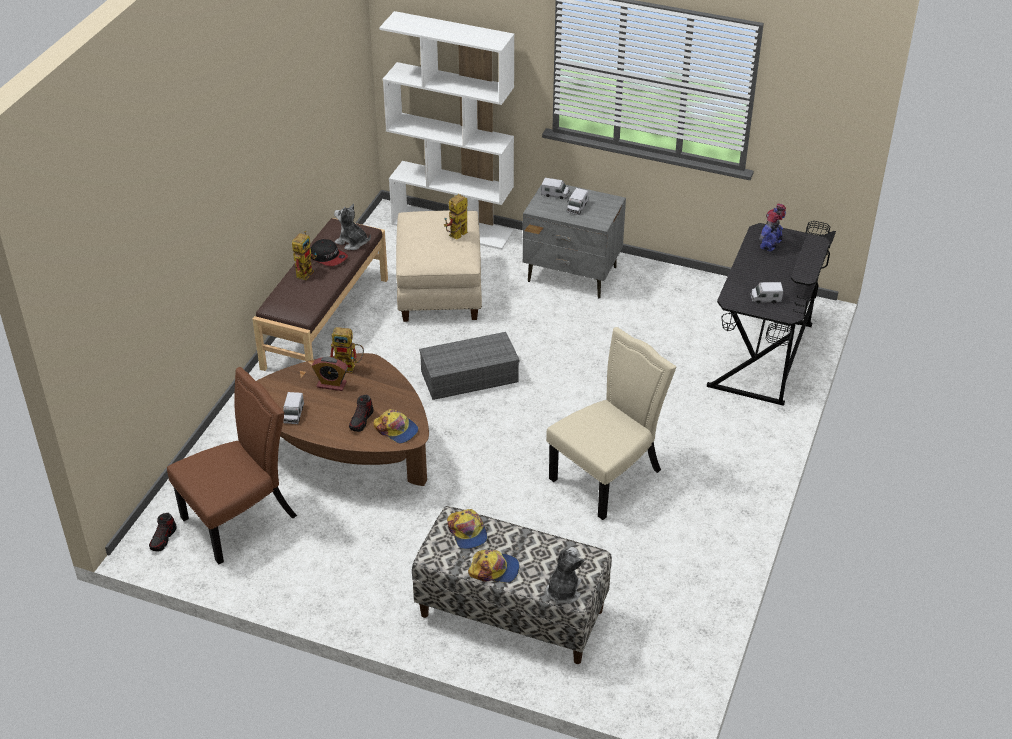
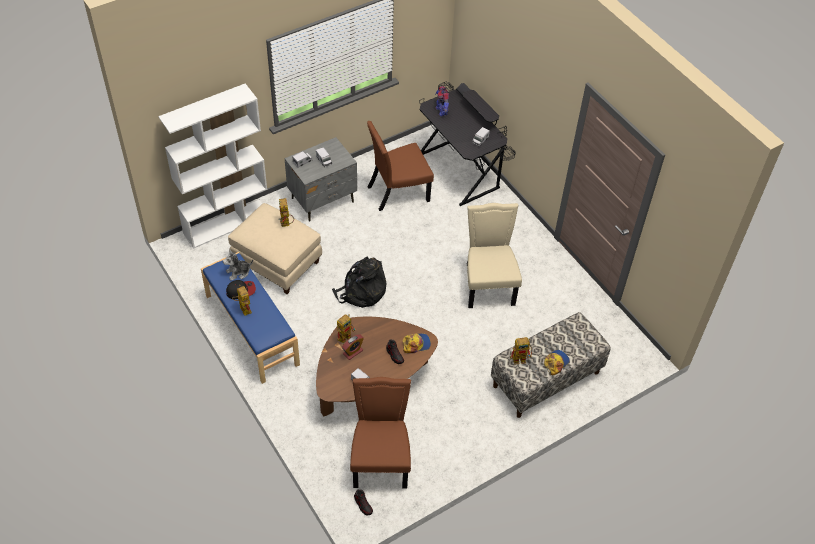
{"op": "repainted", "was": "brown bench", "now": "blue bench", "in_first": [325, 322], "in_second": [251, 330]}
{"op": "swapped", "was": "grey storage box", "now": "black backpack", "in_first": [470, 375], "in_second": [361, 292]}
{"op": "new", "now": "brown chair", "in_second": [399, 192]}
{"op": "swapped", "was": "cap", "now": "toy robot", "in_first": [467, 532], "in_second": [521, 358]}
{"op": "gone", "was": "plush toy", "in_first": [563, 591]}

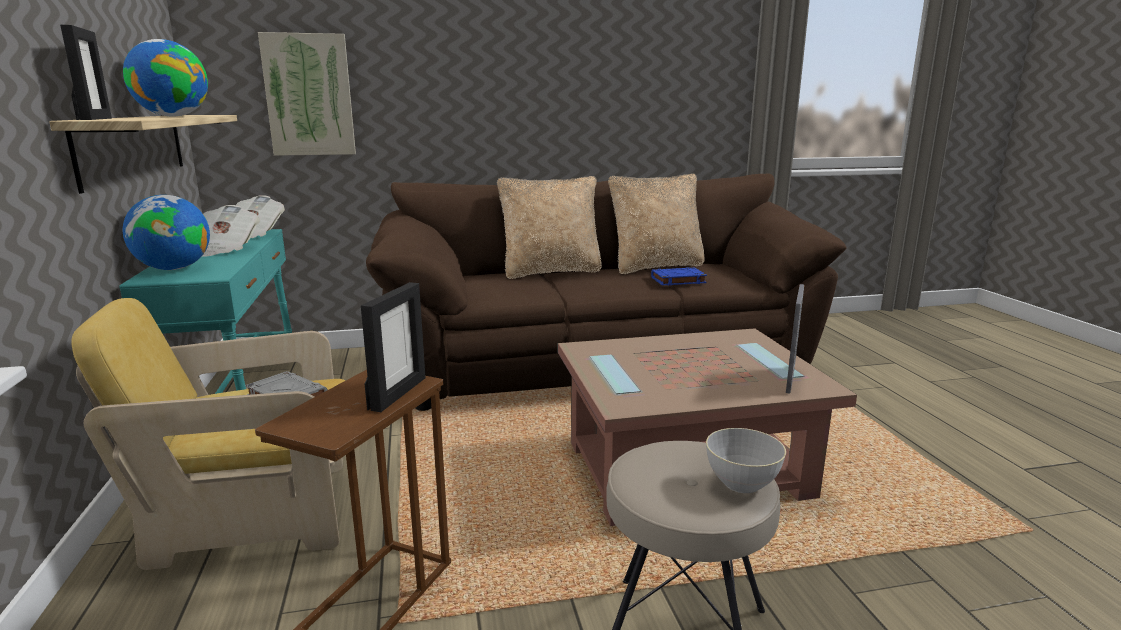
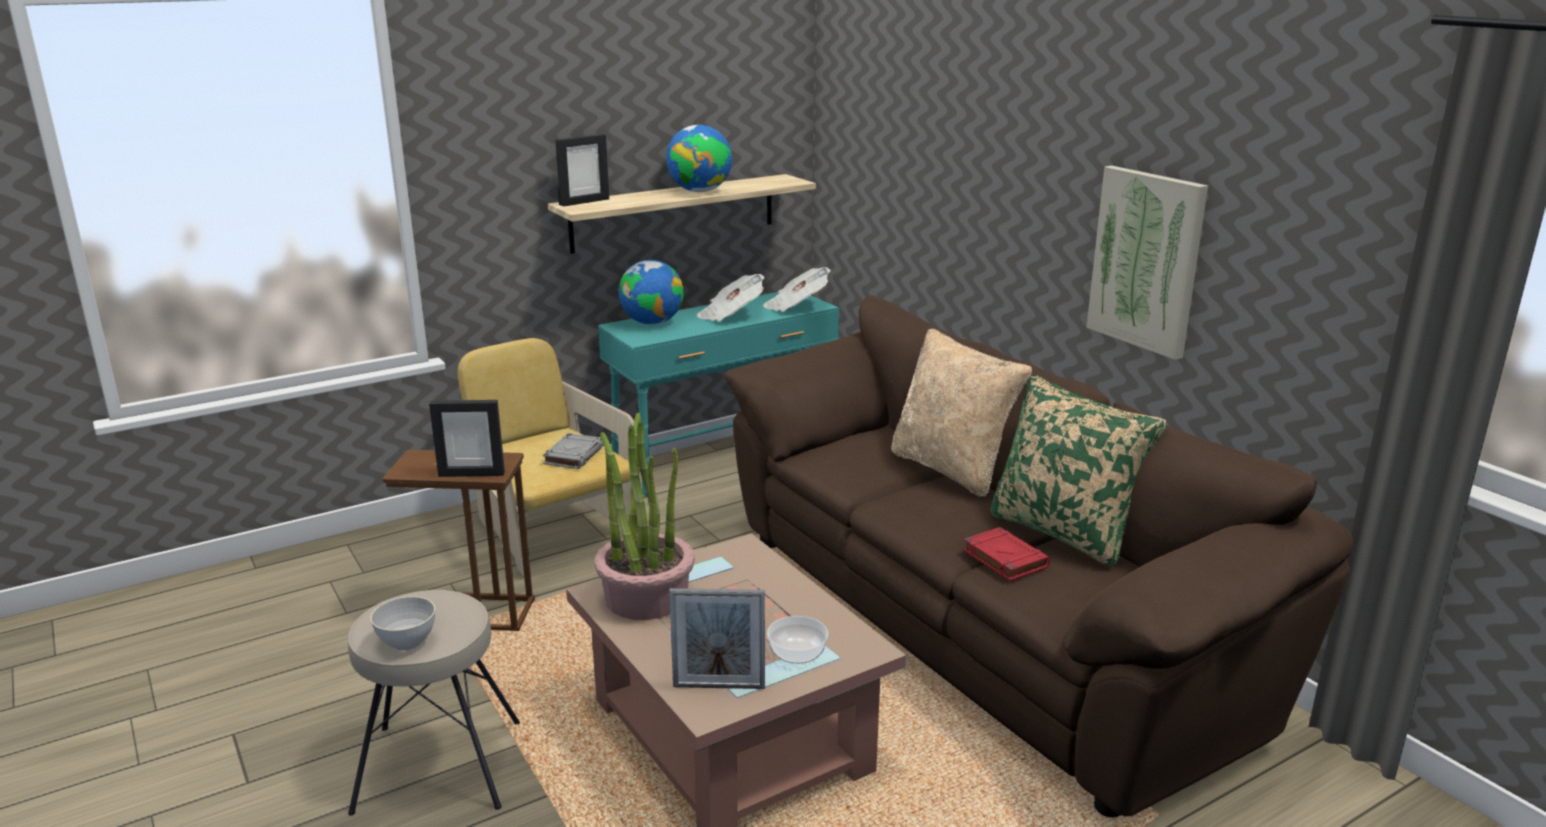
{"op": "new", "now": "potted plant", "in_second": [646, 596]}
{"op": "new", "now": "bowl", "in_second": [796, 653]}
{"op": "repainted", "was": "blue book", "now": "red book", "in_first": [677, 280], "in_second": [1004, 558]}
{"op": "repainted", "was": "beige pillow", "now": "green pillow", "in_first": [657, 268], "in_second": [1063, 536]}
{"op": "shifted", "was": "picture", "in_first": [309, 95], "in_second": [1146, 260]}

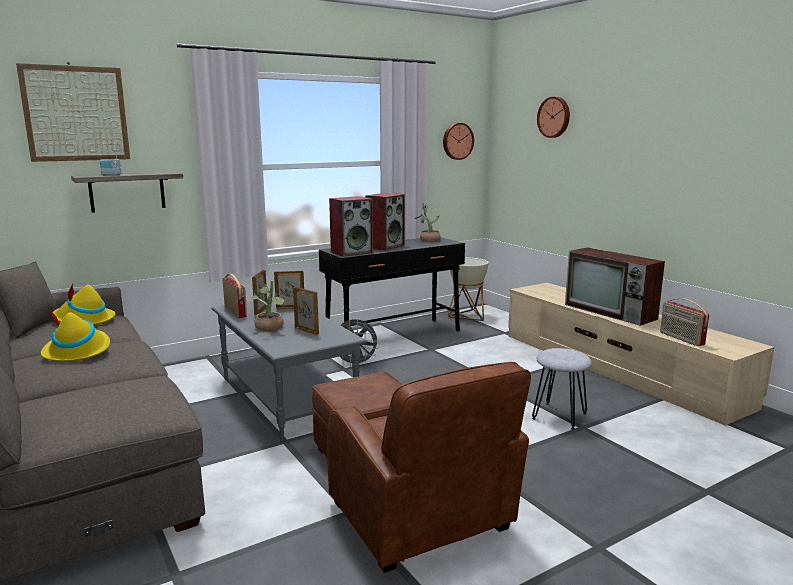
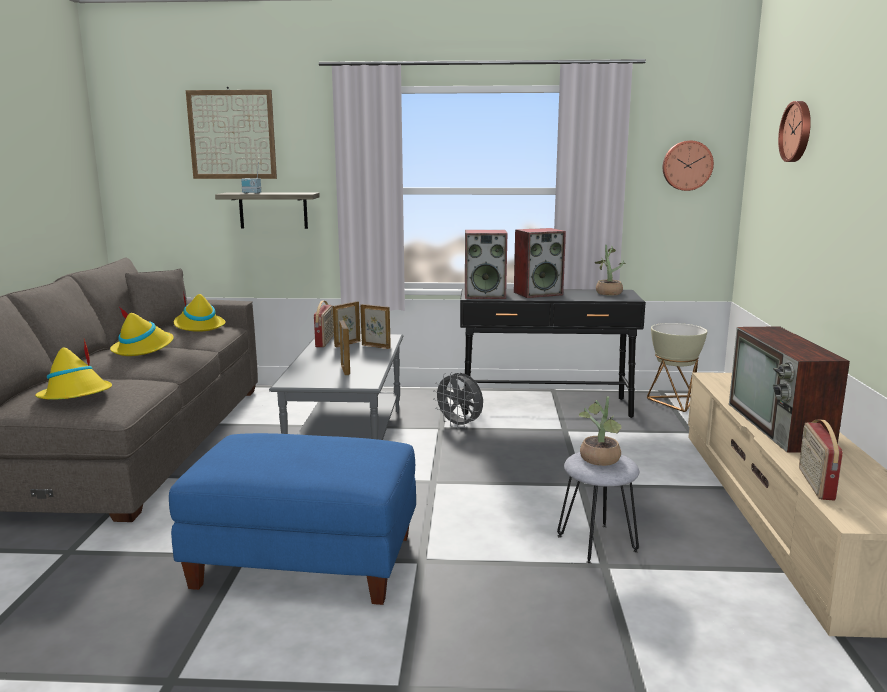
{"op": "new", "now": "yellow hat", "in_second": [77, 396]}
{"op": "swapped", "was": "brown armchair", "now": "blue ottoman", "in_first": [402, 497], "in_second": [303, 561]}
{"op": "shifted", "was": "potted plant", "in_first": [270, 328], "in_second": [600, 461]}

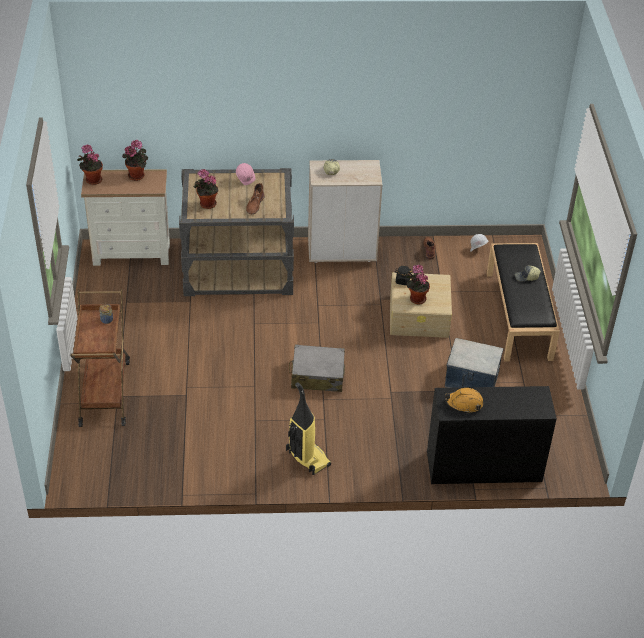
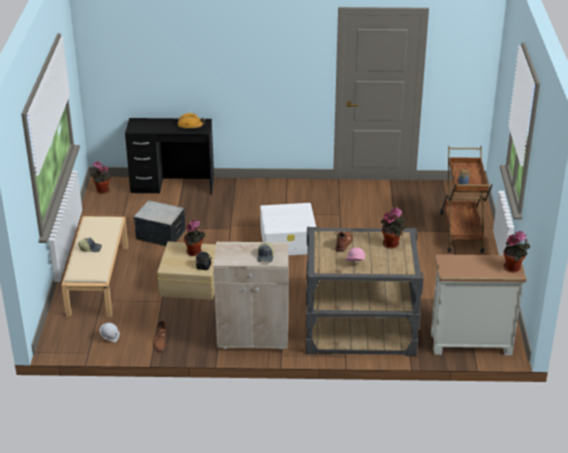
{"op": "repainted", "was": "black bench", "now": "beige bench", "in_first": [519, 316], "in_second": [97, 279]}
{"op": "shifted", "was": "potted plant", "in_first": [137, 175], "in_second": [101, 191]}
{"op": "swapped", "was": "grey suitcase", "now": "white storage box", "in_first": [317, 375], "in_second": [288, 240]}
{"op": "gone", "was": "vacuum cleaner", "in_first": [307, 458]}

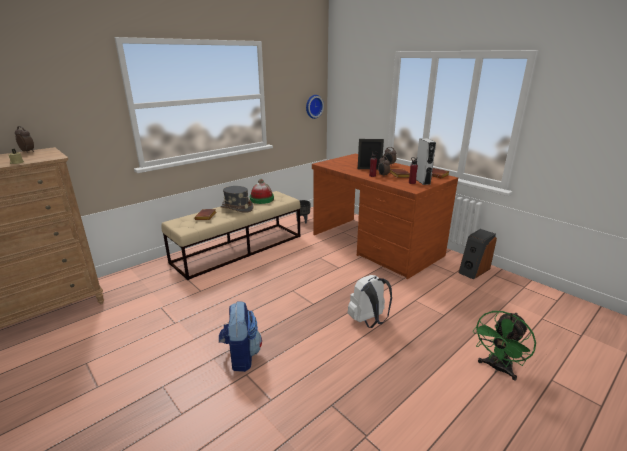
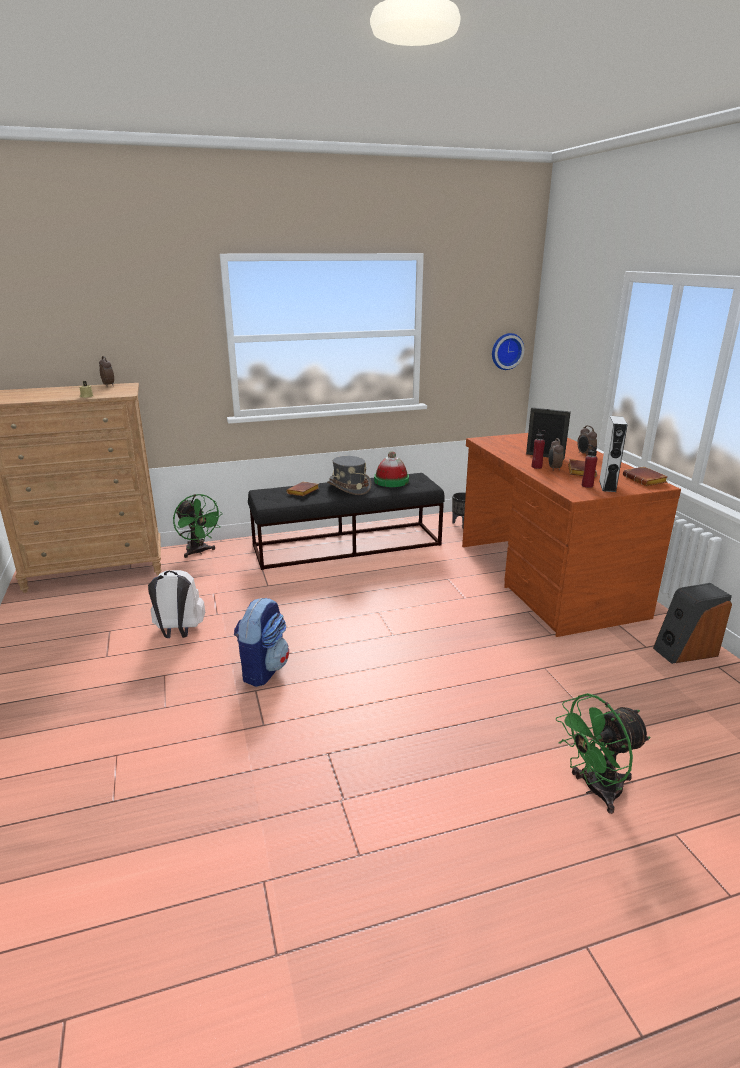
{"op": "shifted", "was": "white backpack", "in_first": [368, 321], "in_second": [179, 632]}
{"op": "new", "now": "green fan", "in_second": [199, 552]}
{"op": "repainted", "was": "beige bench", "now": "black bench", "in_first": [239, 249], "in_second": [347, 545]}

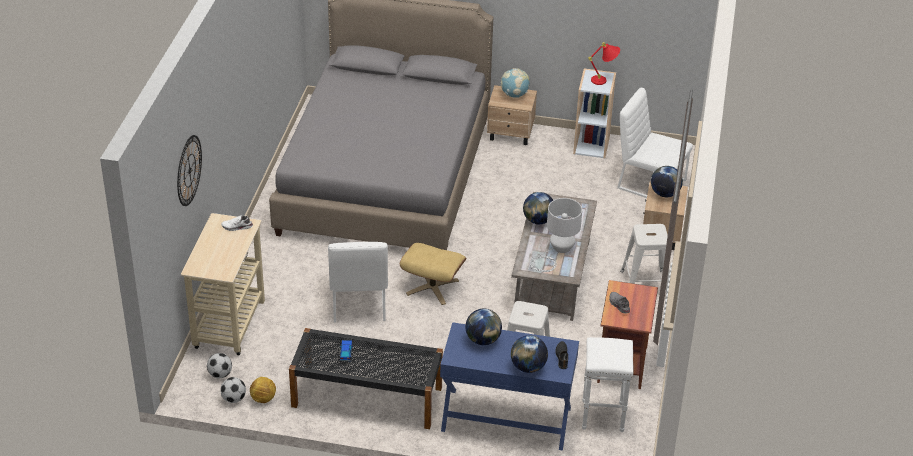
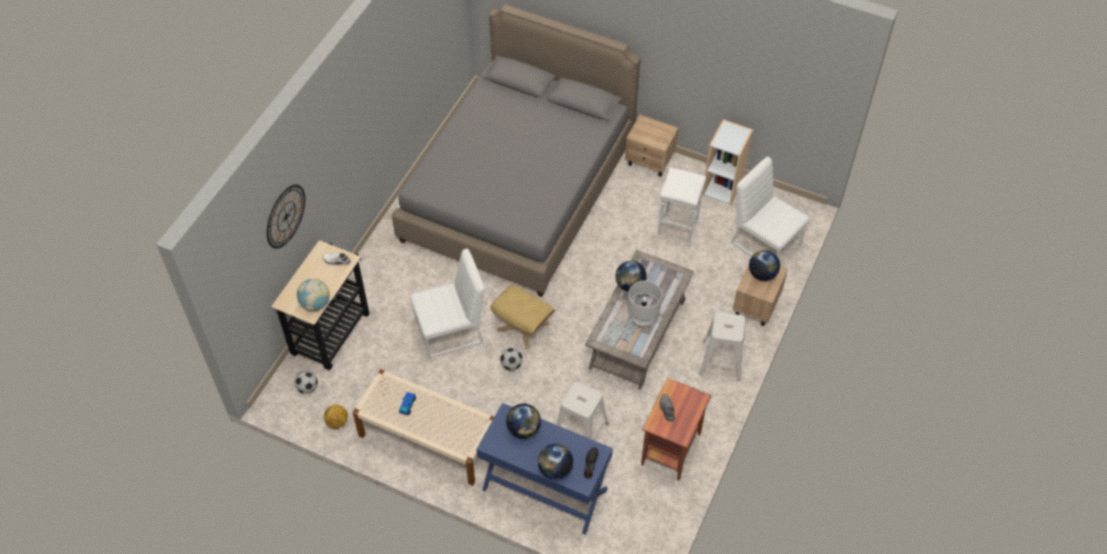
{"op": "repainted", "was": "beige cart", "now": "black cart", "in_first": [230, 324], "in_second": [331, 333]}
{"op": "shifted", "was": "globe", "in_first": [514, 95], "in_second": [315, 304]}
{"op": "repainted", "was": "black bench", "now": "beige bench", "in_first": [367, 397], "in_second": [427, 439]}
{"op": "rotated", "was": "white chair", "in_first": [358, 302], "in_second": [451, 331], "clockwise": -120}
{"op": "shifted", "was": "football", "in_first": [234, 399], "in_second": [511, 365]}
{"op": "shifted", "was": "white stool", "in_first": [603, 415], "in_second": [678, 229]}
{"op": "gone", "was": "red table lamp", "in_first": [604, 80]}

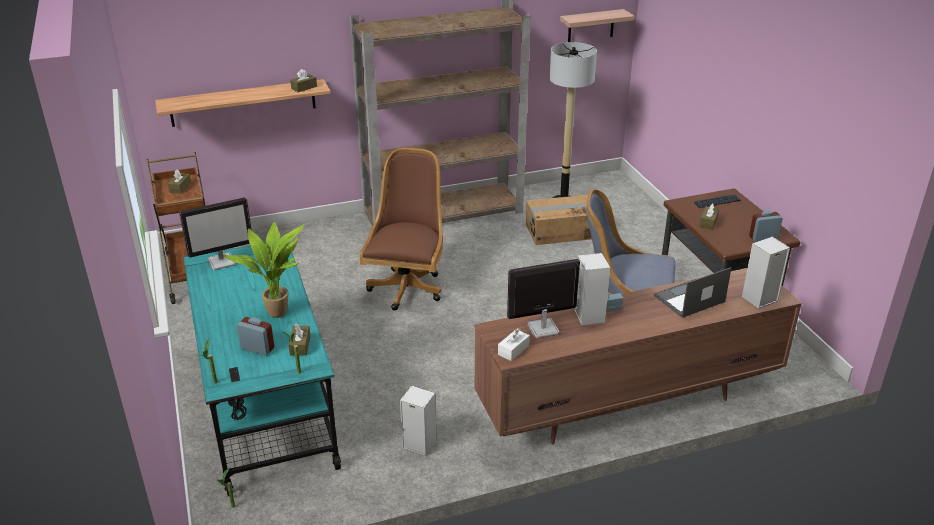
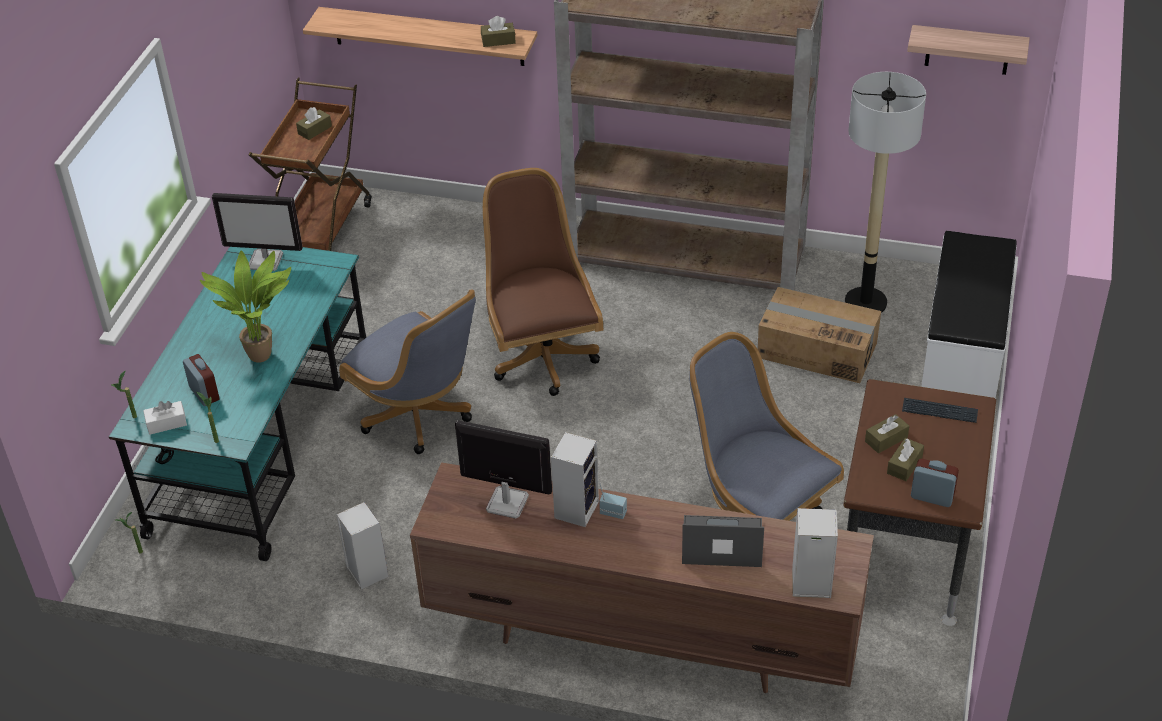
{"op": "shifted", "was": "white tissue box", "in_first": [513, 350], "in_second": [166, 423]}
{"op": "new", "now": "blue office chair", "in_second": [423, 420]}
{"op": "rotated", "was": "brown office chair", "in_first": [408, 285], "in_second": [541, 353], "clockwise": -60}
{"op": "shifted", "was": "brown tissue box", "in_first": [300, 345], "in_second": [904, 465]}
{"op": "new", "now": "white bench", "in_second": [964, 352]}

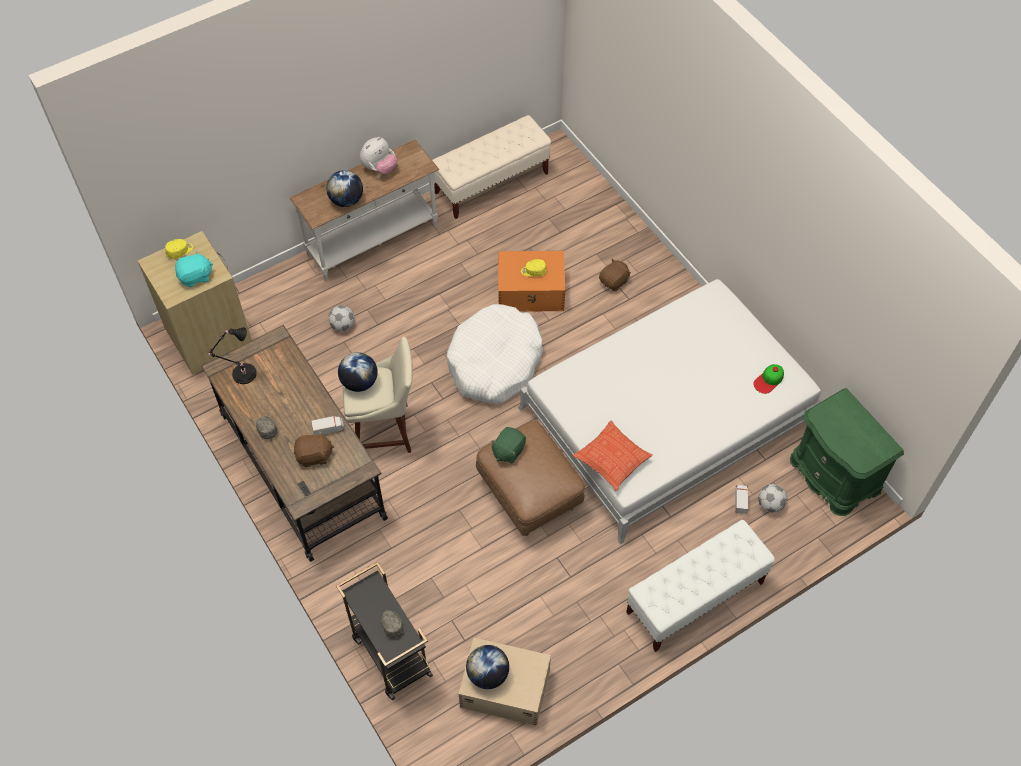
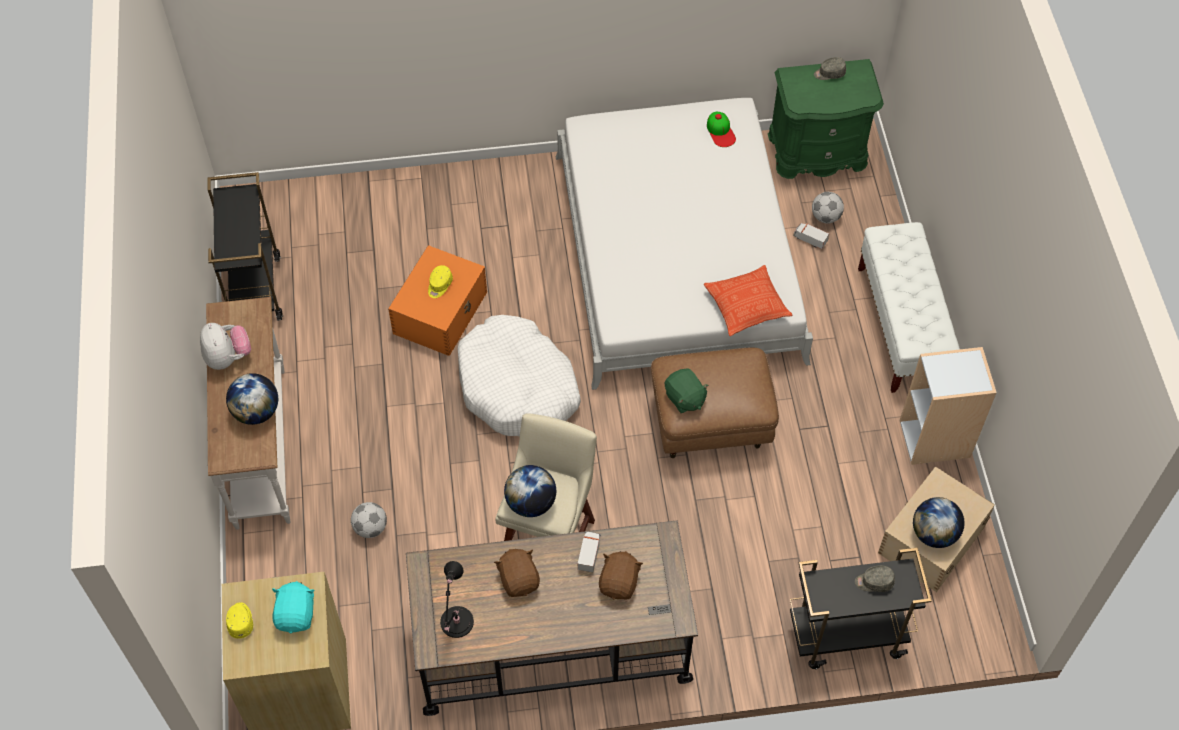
{"op": "swapped", "was": "beige bench", "now": "black cart", "in_first": [492, 183], "in_second": [255, 287]}
{"op": "shifted", "was": "brown plush toy", "in_first": [614, 281], "in_second": [519, 579]}
{"op": "shifted", "was": "grey cap", "in_first": [266, 429], "in_second": [829, 73]}
{"op": "new", "now": "bookcase", "in_second": [935, 439]}

